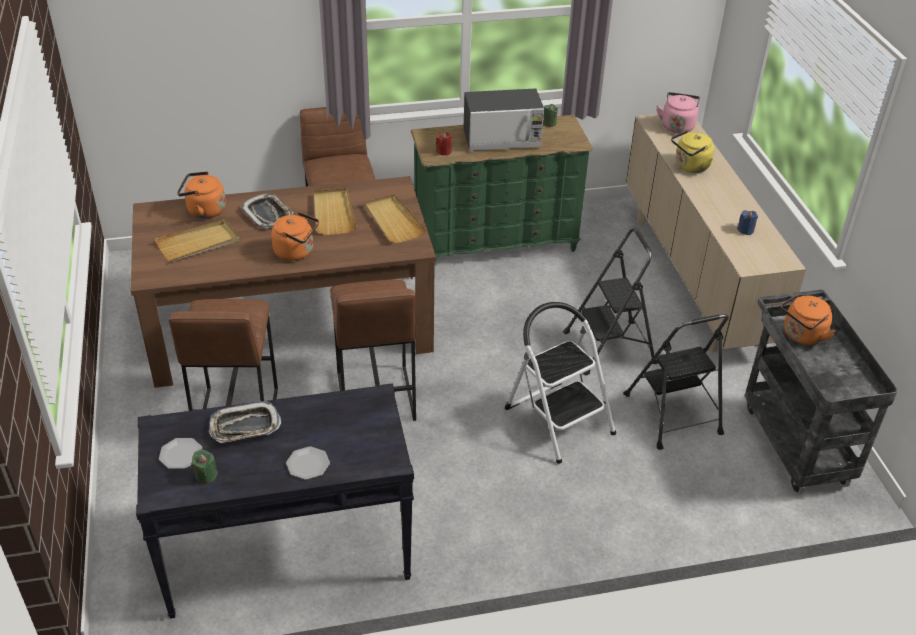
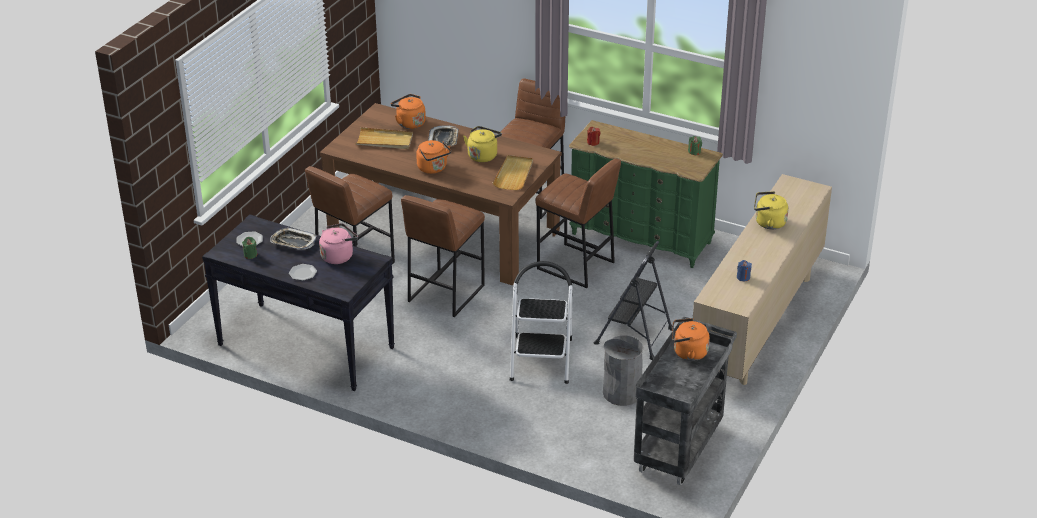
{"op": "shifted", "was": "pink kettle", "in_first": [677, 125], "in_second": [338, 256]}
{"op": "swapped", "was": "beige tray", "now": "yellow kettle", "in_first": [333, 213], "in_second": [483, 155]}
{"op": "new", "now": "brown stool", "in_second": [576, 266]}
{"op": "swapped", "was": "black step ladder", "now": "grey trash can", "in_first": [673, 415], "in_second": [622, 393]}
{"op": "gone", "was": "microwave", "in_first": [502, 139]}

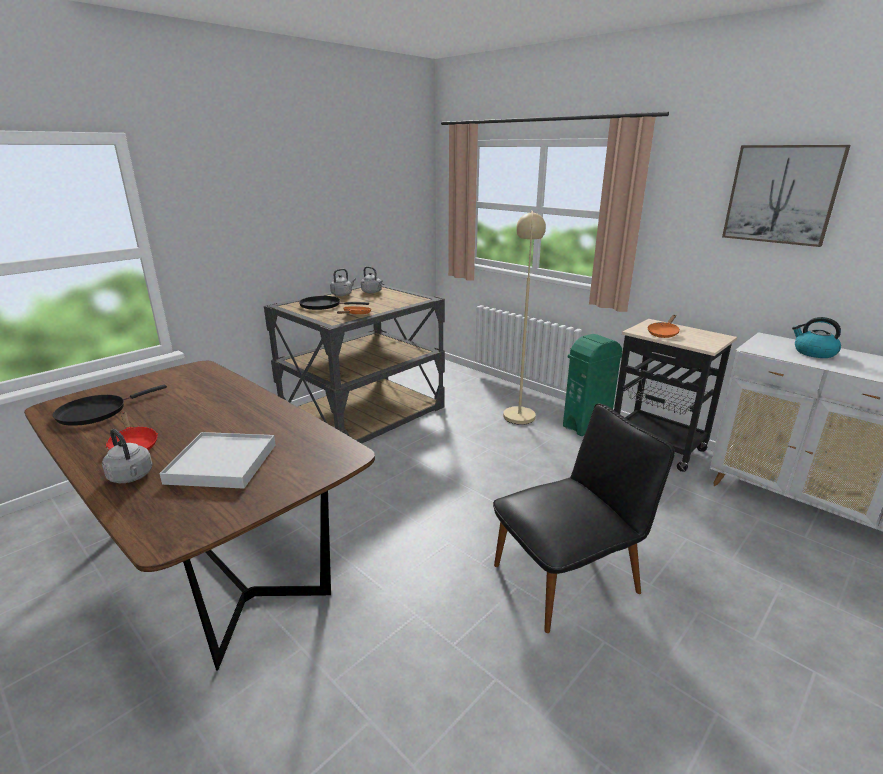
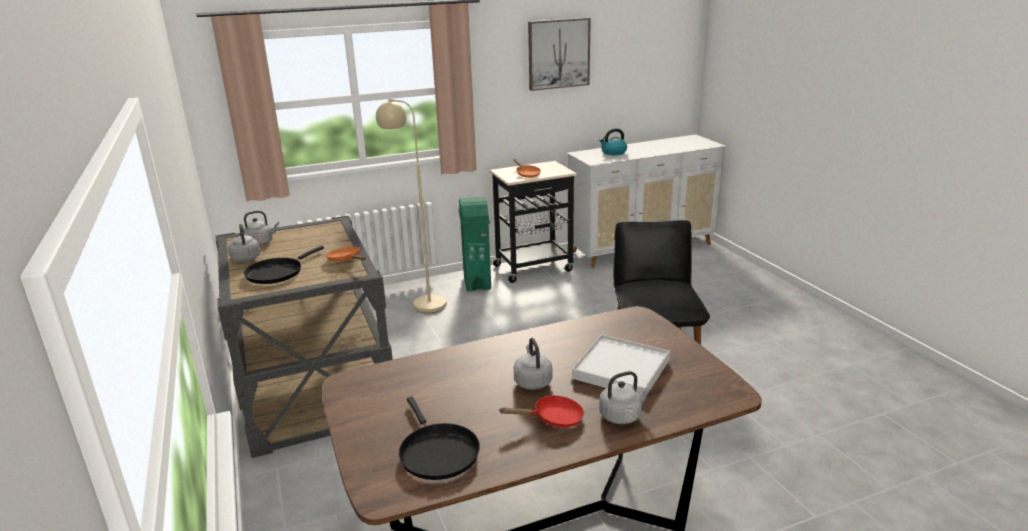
{"op": "new", "now": "grey kettle", "in_second": [532, 381]}

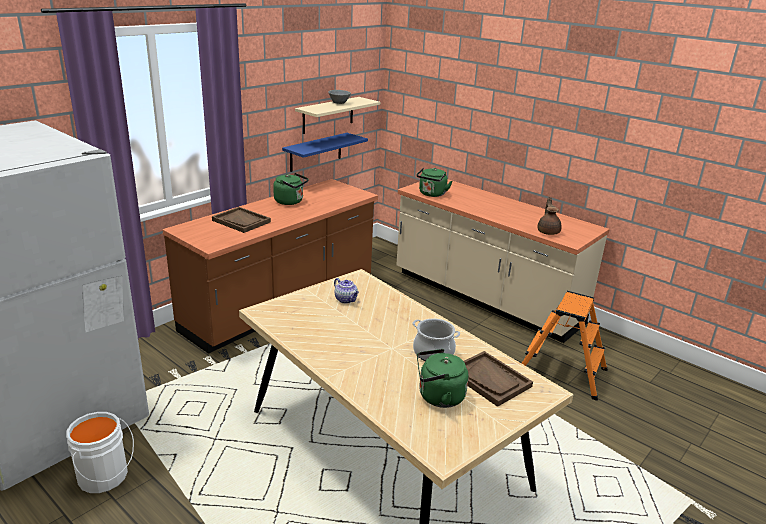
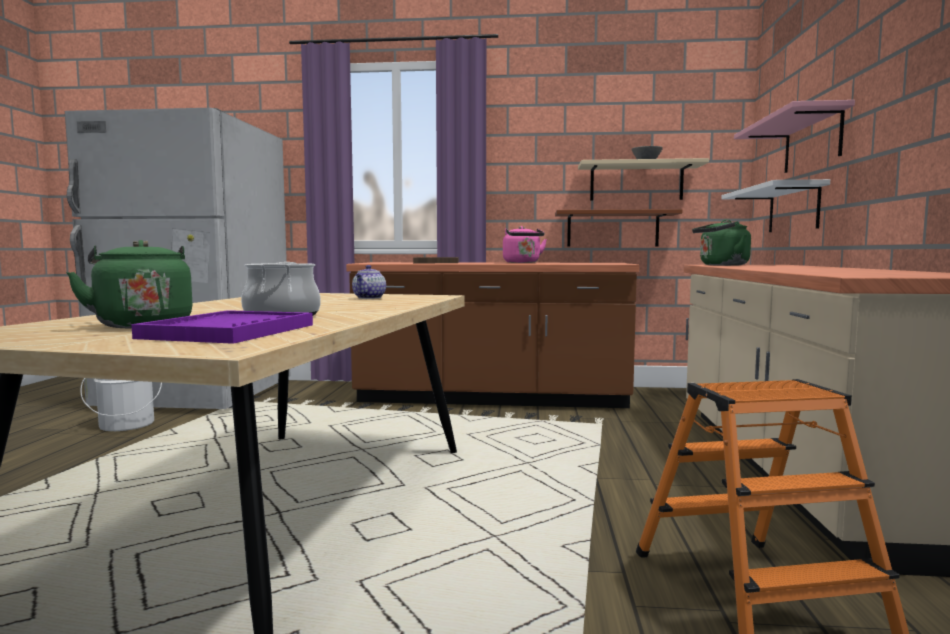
{"op": "repainted", "was": "brown tray", "now": "purple tray", "in_first": [490, 380], "in_second": [230, 331]}
{"op": "repainted", "was": "green kettle", "now": "pink kettle", "in_first": [290, 202], "in_second": [522, 262]}
{"op": "repainted", "was": "blue shelf", "now": "brown shelf", "in_first": [316, 152], "in_second": [612, 229]}
{"op": "new", "now": "white shelf", "in_second": [793, 209]}
{"op": "new", "now": "pink shelf", "in_second": [812, 142]}
{"op": "gone", "was": "brown teapot", "in_first": [548, 231]}

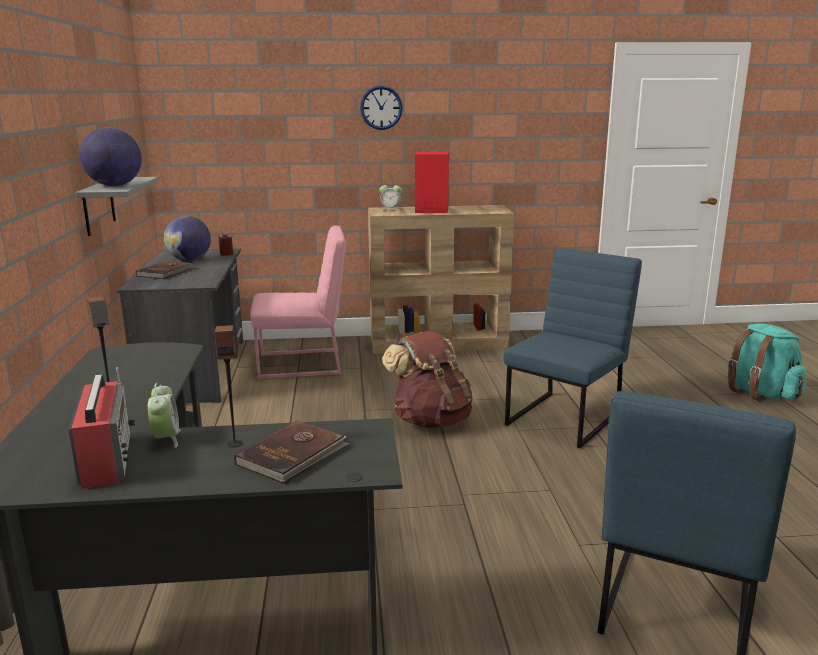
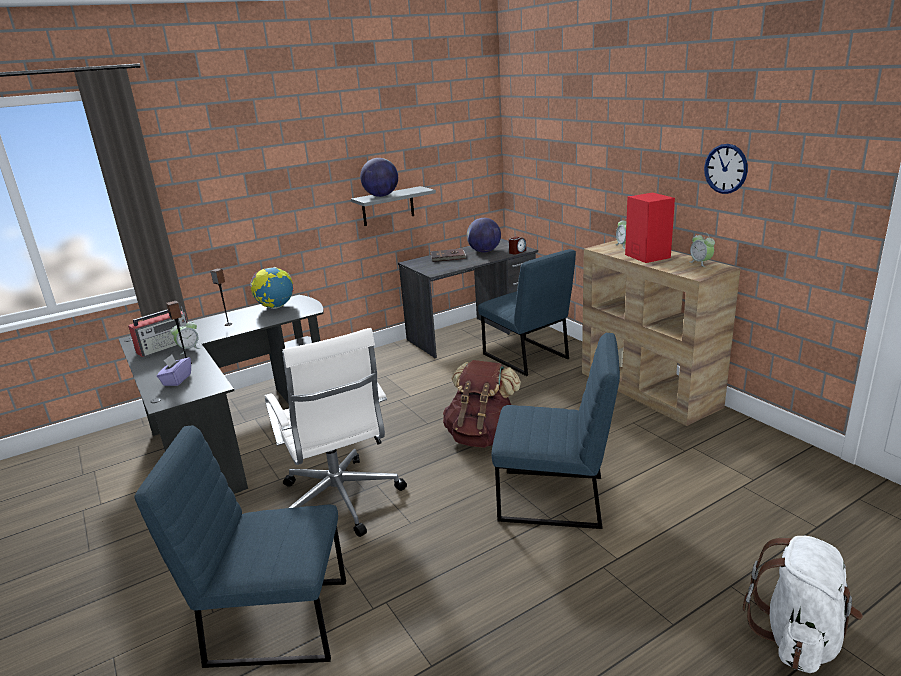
{"op": "swapped", "was": "brown book", "now": "purple tissue box", "in_first": [293, 455], "in_second": [177, 380]}
{"op": "new", "now": "globe", "in_second": [276, 307]}
{"op": "new", "now": "white office chair", "in_second": [340, 501]}
{"op": "repainted", "was": "pink chair", "now": "blue chair", "in_first": [303, 364], "in_second": [526, 357]}
{"op": "new", "now": "alarm clock", "in_second": [700, 263]}
{"op": "shifted", "was": "wall clock", "in_first": [381, 107], "in_second": [726, 168]}
{"op": "repainted", "was": "turquoise backpack", "now": "white backpack", "in_first": [760, 393], "in_second": [798, 637]}

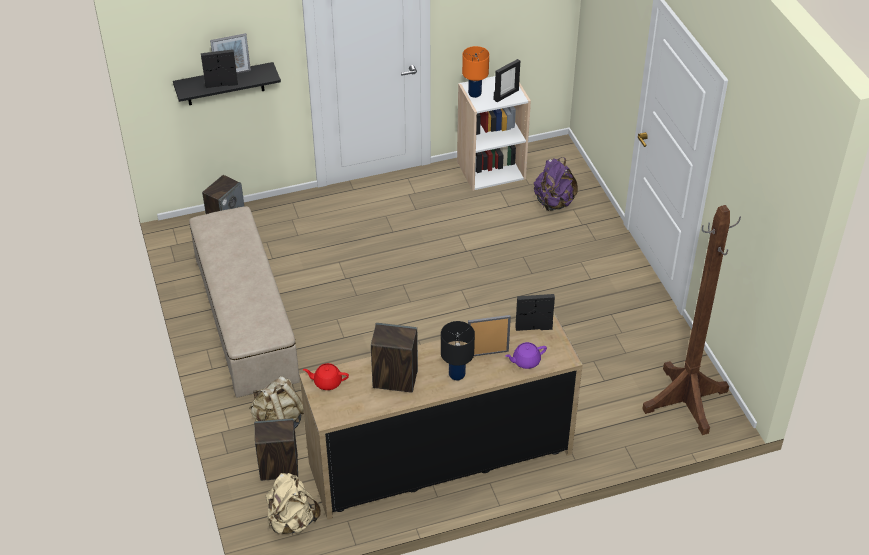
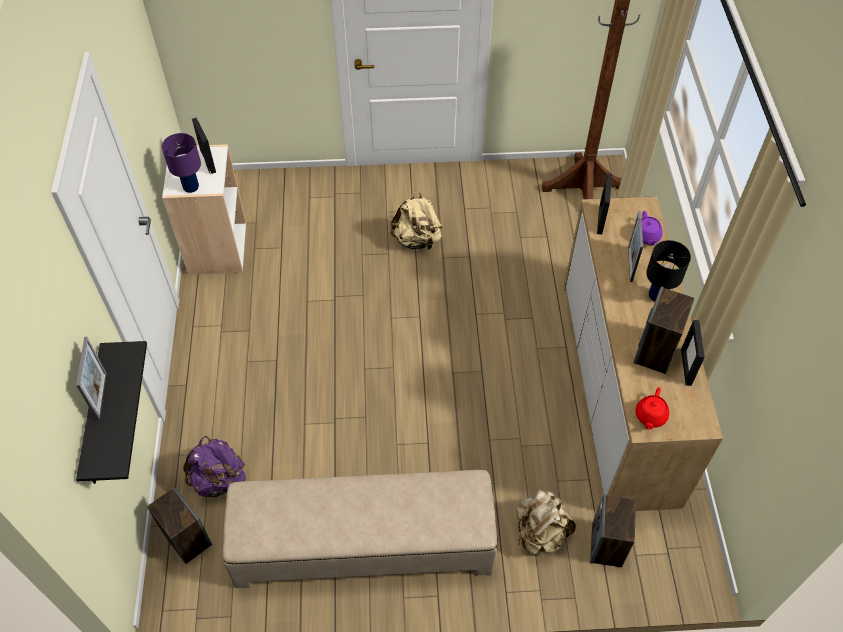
{"op": "repainted", "was": "orange table lamp", "now": "purple table lamp", "in_first": [475, 94], "in_second": [191, 187]}
{"op": "shifted", "was": "purple backpack", "in_first": [553, 203], "in_second": [219, 480]}
{"op": "shifted", "was": "beige backpack", "in_first": [292, 521], "in_second": [417, 240]}
{"op": "shifted", "was": "picture frame", "in_first": [221, 85], "in_second": [687, 367]}

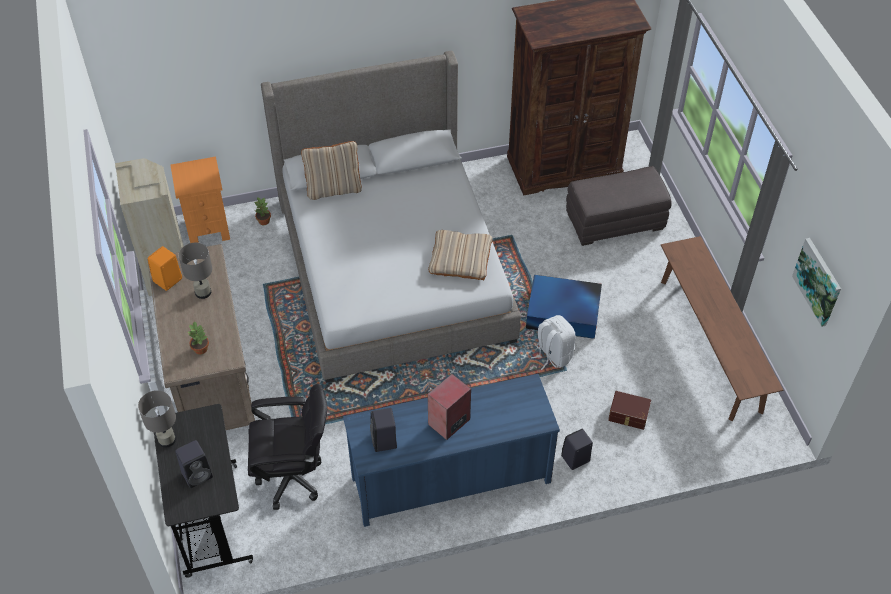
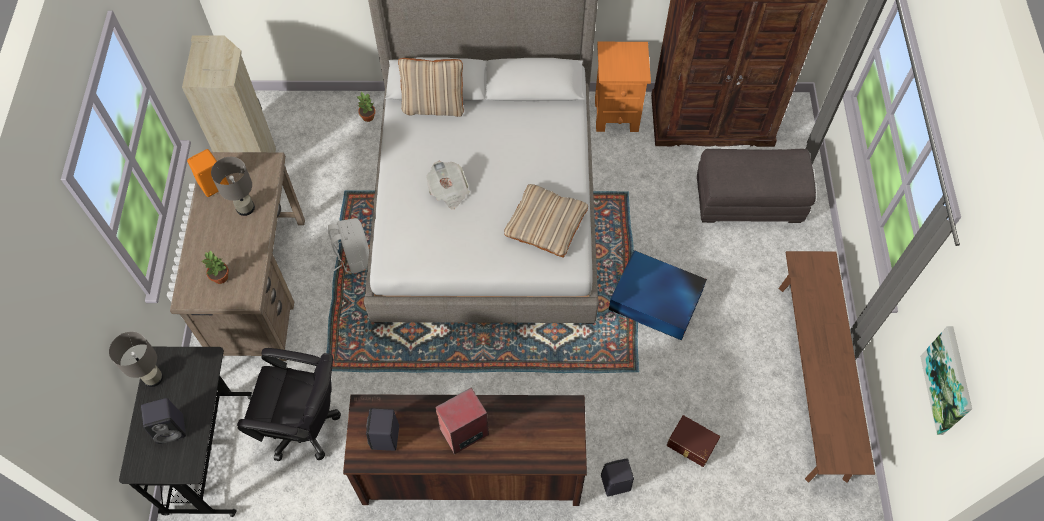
{"op": "shifted", "was": "white backpack", "in_first": [552, 355], "in_second": [353, 257]}
{"op": "repainted", "was": "blue dresser", "now": "brown dresser", "in_first": [449, 479], "in_second": [470, 471]}
{"op": "new", "now": "newspaper", "in_second": [448, 191]}
{"op": "shifted", "was": "orange nightstand", "in_first": [209, 229], "in_second": [617, 115]}

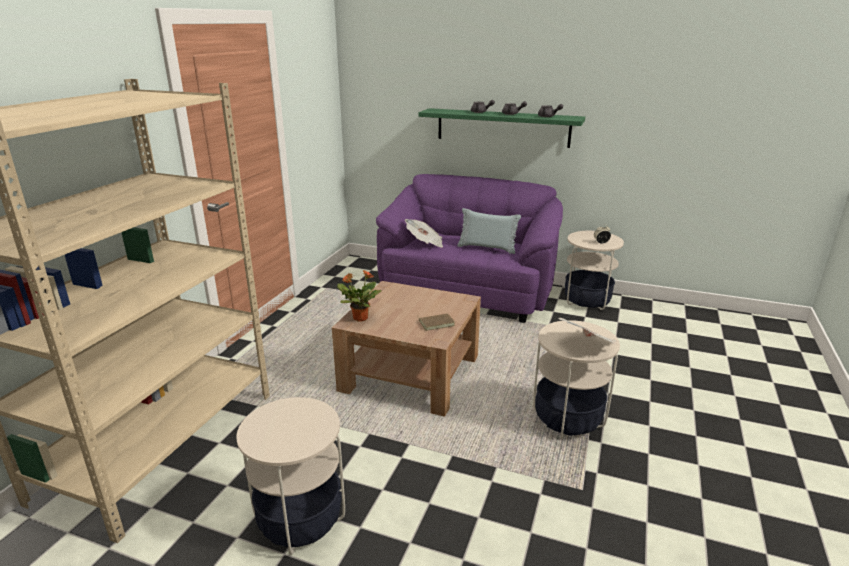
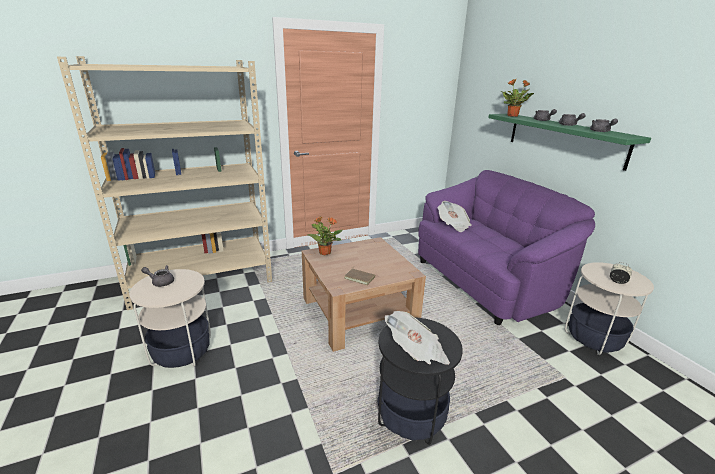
{"op": "new", "now": "grey teapot", "in_second": [160, 282]}
{"op": "repainted", "was": "beige side table", "now": "black side table", "in_first": [568, 420], "in_second": [411, 417]}
{"op": "new", "now": "potted plant", "in_second": [513, 116]}
{"op": "gone", "was": "blue pillow", "in_first": [487, 248]}

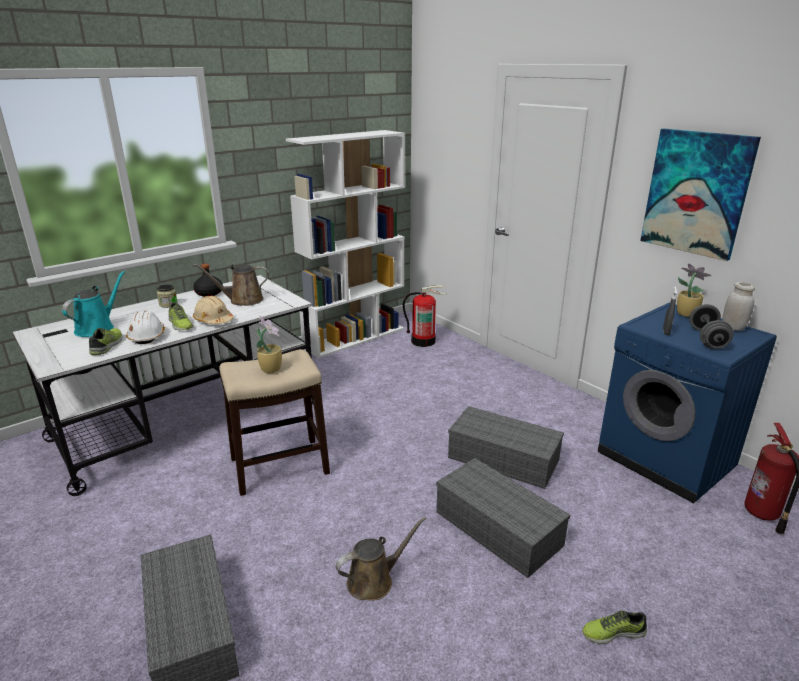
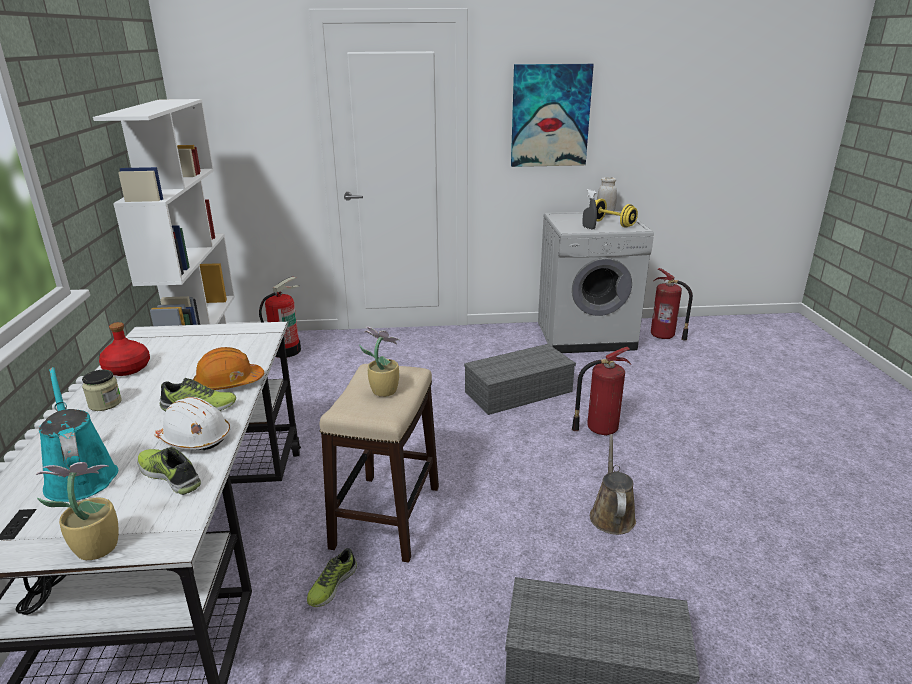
{"op": "shifted", "was": "potted plant", "in_first": [685, 313], "in_second": [95, 548]}
{"op": "repainted", "was": "black bottle", "now": "red bottle", "in_first": [208, 293], "in_second": [127, 369]}
{"op": "repainted", "was": "beige hard hat", "now": "orange hard hat", "in_first": [213, 320], "in_second": [229, 383]}
{"op": "shifted", "was": "shoe", "in_first": [613, 632], "in_second": [331, 585]}
{"op": "repainted", "was": "blue washing machine", "now": "white washing machine", "in_first": [665, 460], "in_second": [586, 337]}
{"op": "swapped", "was": "grey storage box", "now": "fire extinguisher", "in_first": [500, 528], "in_second": [599, 429]}
{"op": "repainted", "was": "grey dumbbell", "now": "yellow dumbbell", "in_first": [707, 339], "in_second": [612, 224]}
{"op": "gone", "was": "brown watering can", "in_first": [243, 300]}

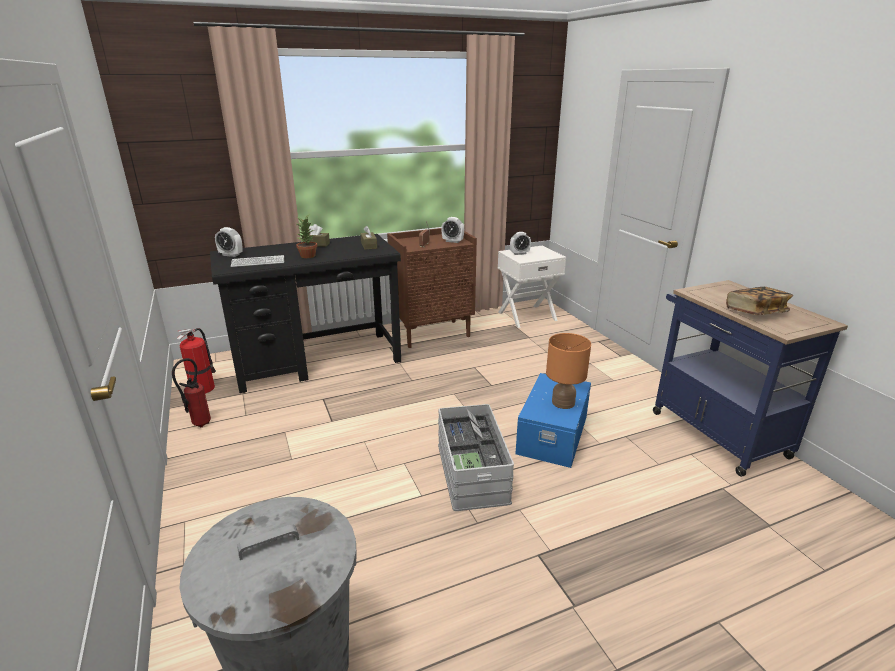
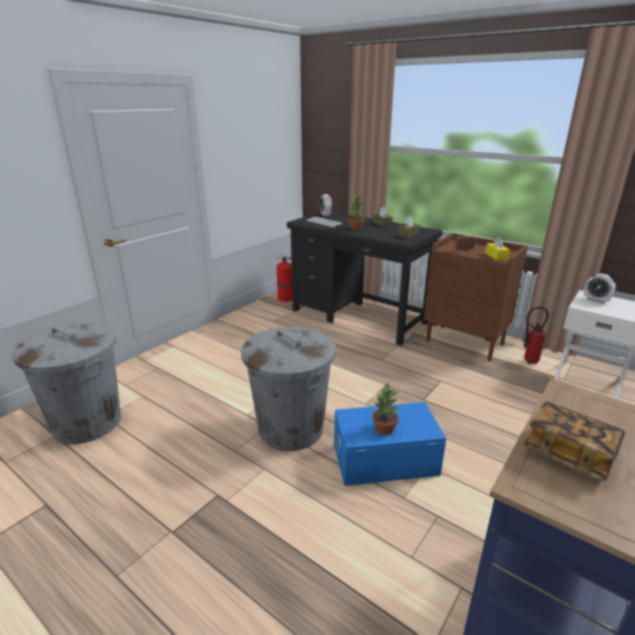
{"op": "swapped", "was": "grey storage box", "now": "grey trash can", "in_first": [471, 471], "in_second": [291, 428]}
{"op": "swapped", "was": "orange table lamp", "now": "potted plant", "in_first": [563, 403], "in_second": [384, 429]}
{"op": "swapped", "was": "alarm clock", "now": "yellow tissue box", "in_first": [452, 241], "in_second": [496, 256]}
{"op": "shifted", "was": "fire extinguisher", "in_first": [198, 425], "in_second": [528, 361]}

